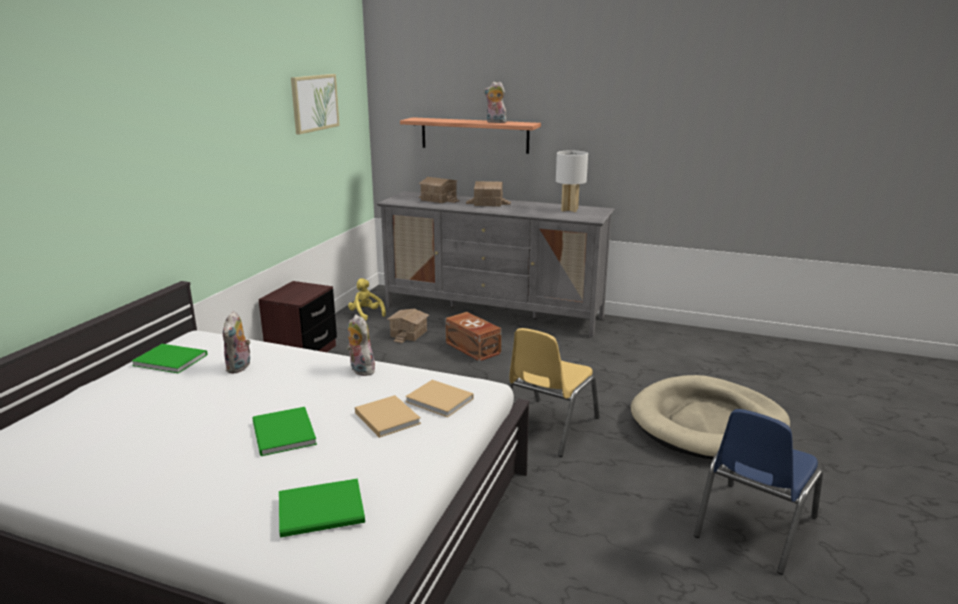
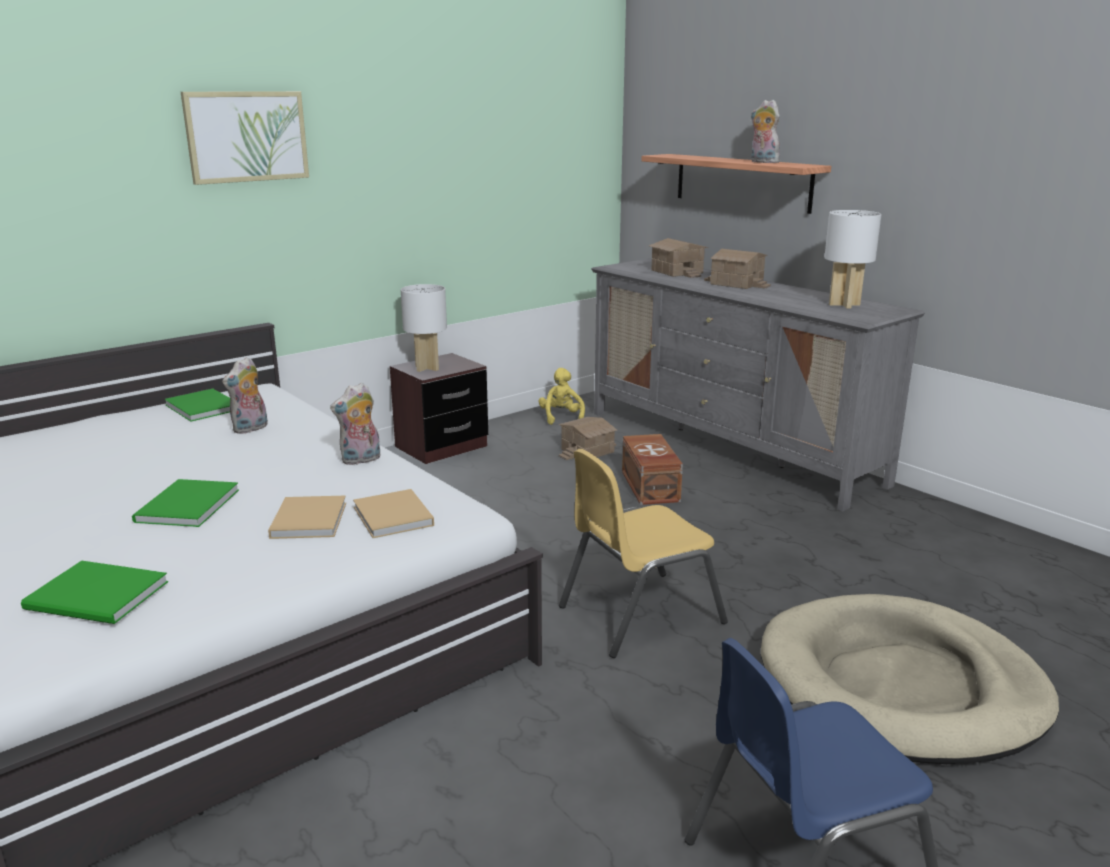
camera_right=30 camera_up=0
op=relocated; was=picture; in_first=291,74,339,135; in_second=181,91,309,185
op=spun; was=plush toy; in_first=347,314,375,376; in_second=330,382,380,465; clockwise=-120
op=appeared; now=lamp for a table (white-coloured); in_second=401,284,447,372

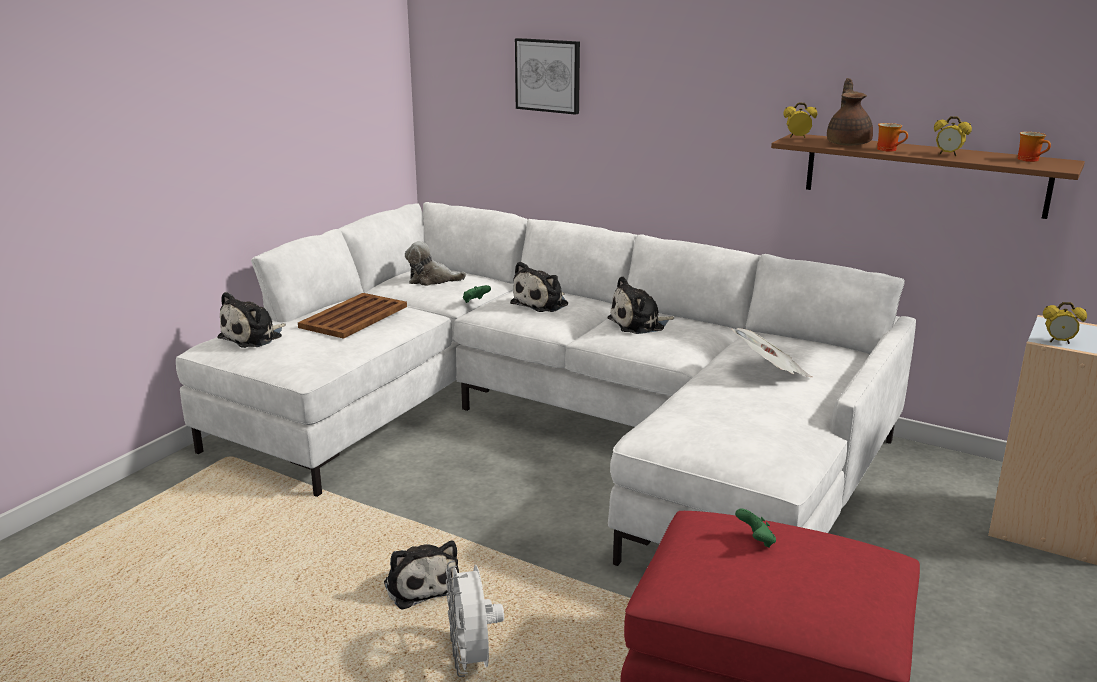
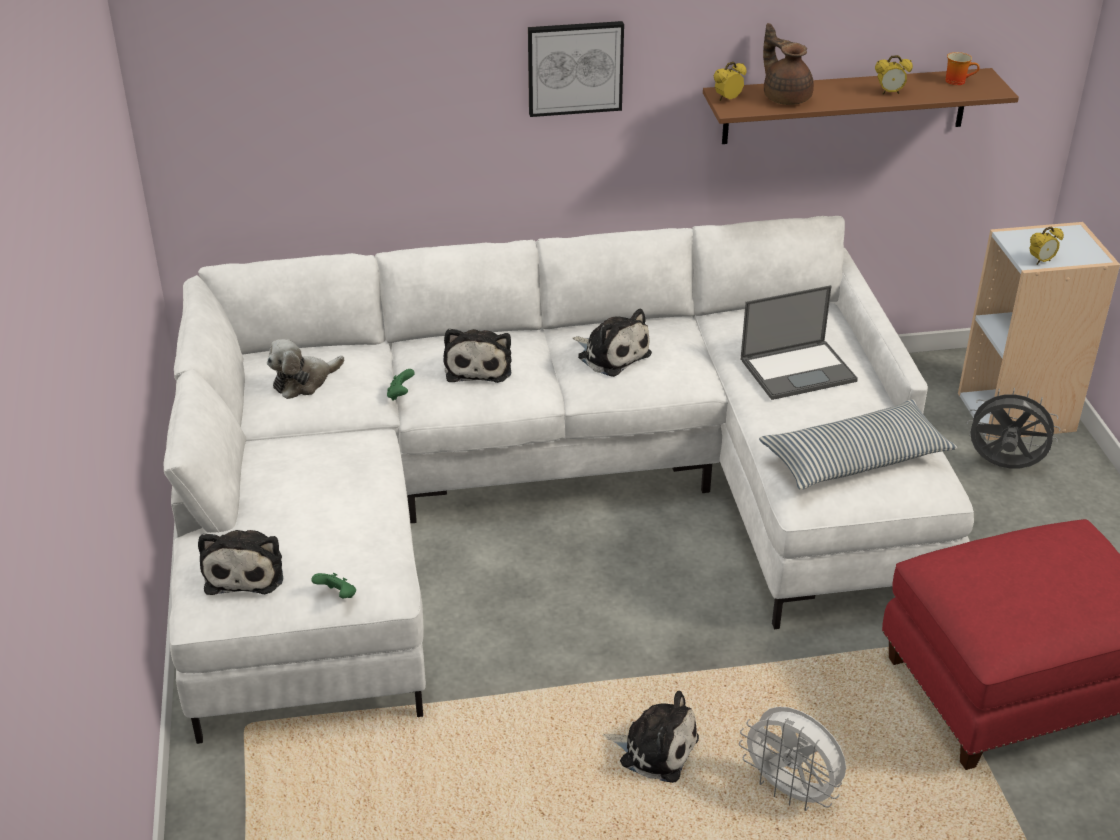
camera_right=-40 camera_up=15
op=relocated; was=game controller (green); in_first=735,509,776,548; in_second=311,573,356,598
op=relocated; was=picture; in_first=515,38,580,115; in_second=528,21,624,117
op=spun; was=plush toy; in_first=607,276,674,334; in_second=573,309,652,377; clockwise=-75
op=exchanged; was=printed paper; now=notebook computer; in_first=731,328,813,377; in_second=741,285,858,400
op=appeared; now=throw pillow; in_second=759,399,958,490
op=appeared; now=fan (grey); in_second=967,388,1060,468
op=missing; was=carrying tray (brown-coloured); in_first=298,293,407,339
op=missing; was=coffee mug; in_first=877,123,908,152

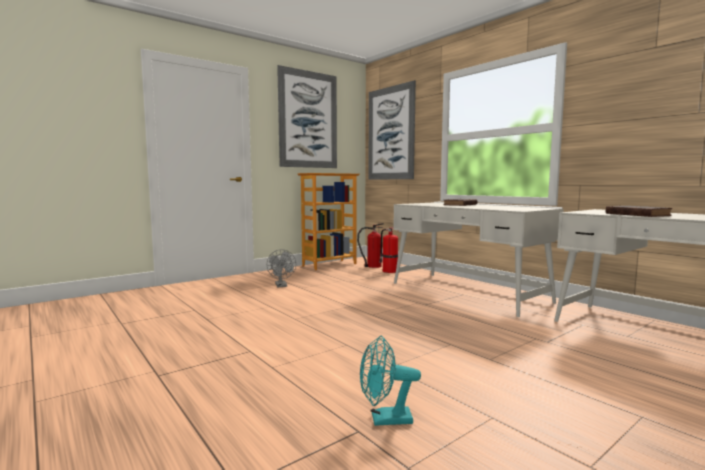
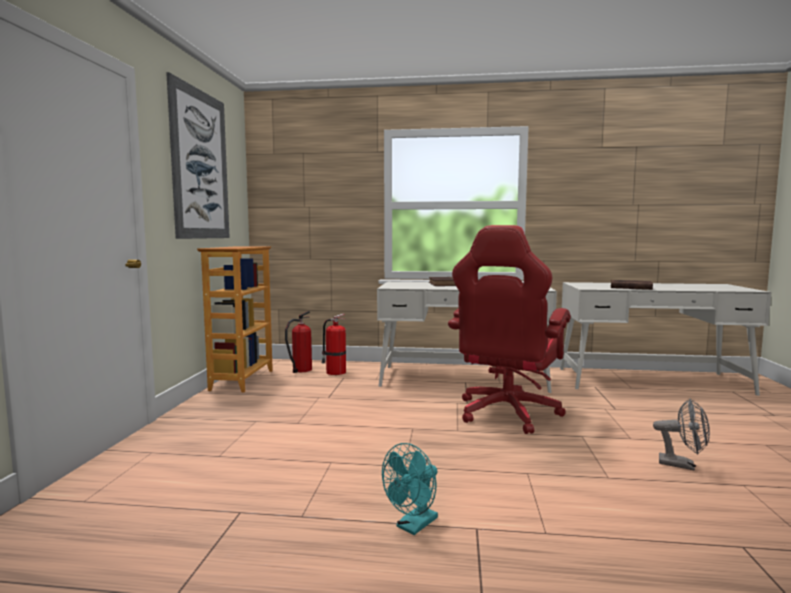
camera_right=-45 camera_up=0
op=relocated; was=fan (turquoise); in_first=360,336,421,426; in_second=382,443,438,535
op=appeared; now=desk chair (red); in_second=448,225,571,434
op=relocated; was=fan (grey); in_first=267,250,296,287; in_second=653,398,710,471
op=missing; was=picture; in_first=368,80,416,180

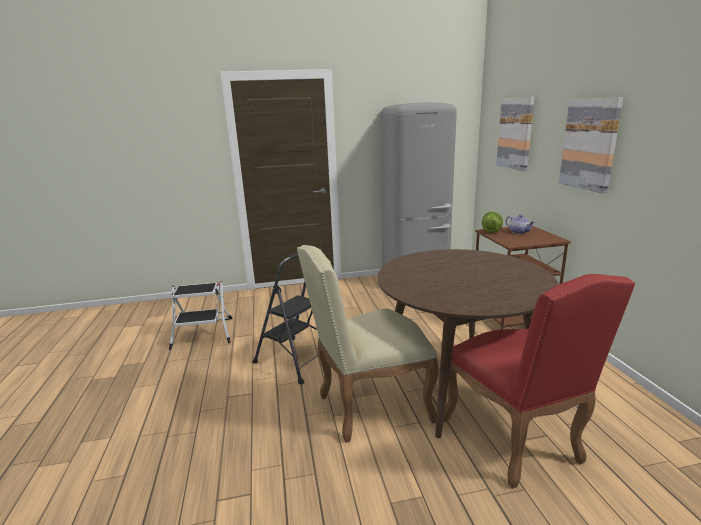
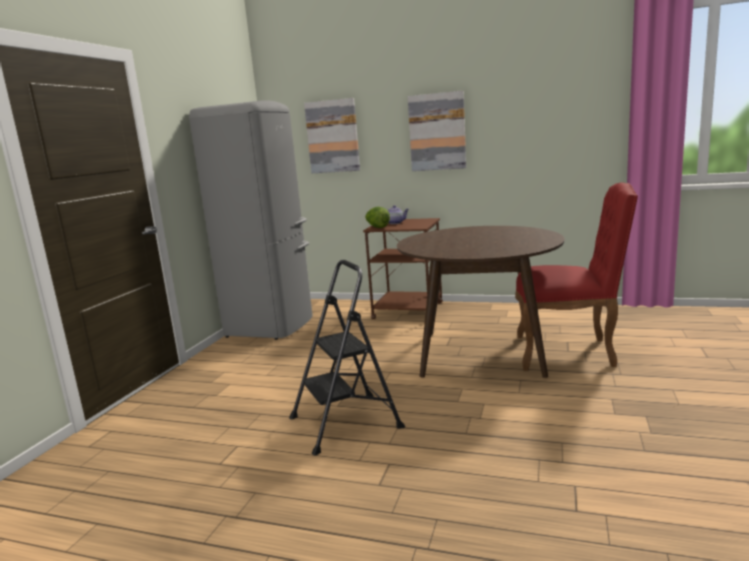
camera_right=-60 camera_up=-5
op=missing; was=step ladder; in_first=169,281,233,350
op=missing; was=upright chair (sand-coloured); in_first=297,245,438,443

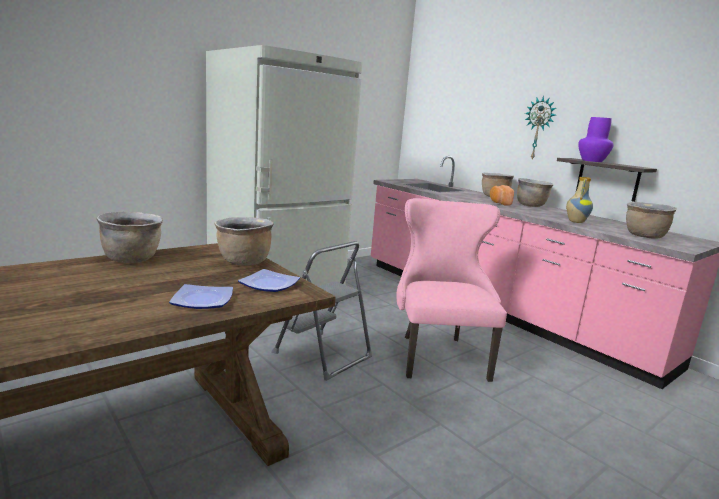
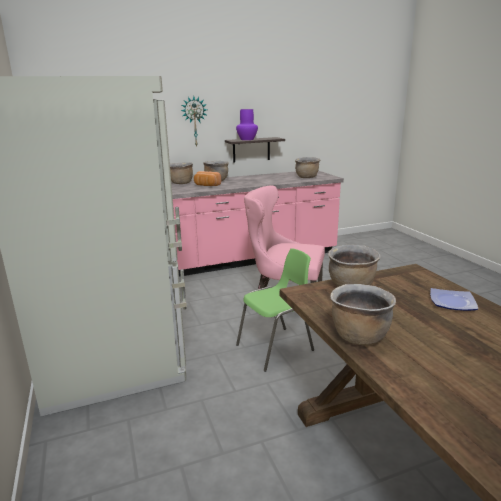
camera_right=-70 camera_up=5
op=exchanged; was=step ladder (grey); now=upright chair (green); in_first=271,241,372,381; in_second=236,248,314,372
op=missing; was=plate; in_first=238,269,300,292
op=missing; was=decorative vase; in_first=566,177,593,223

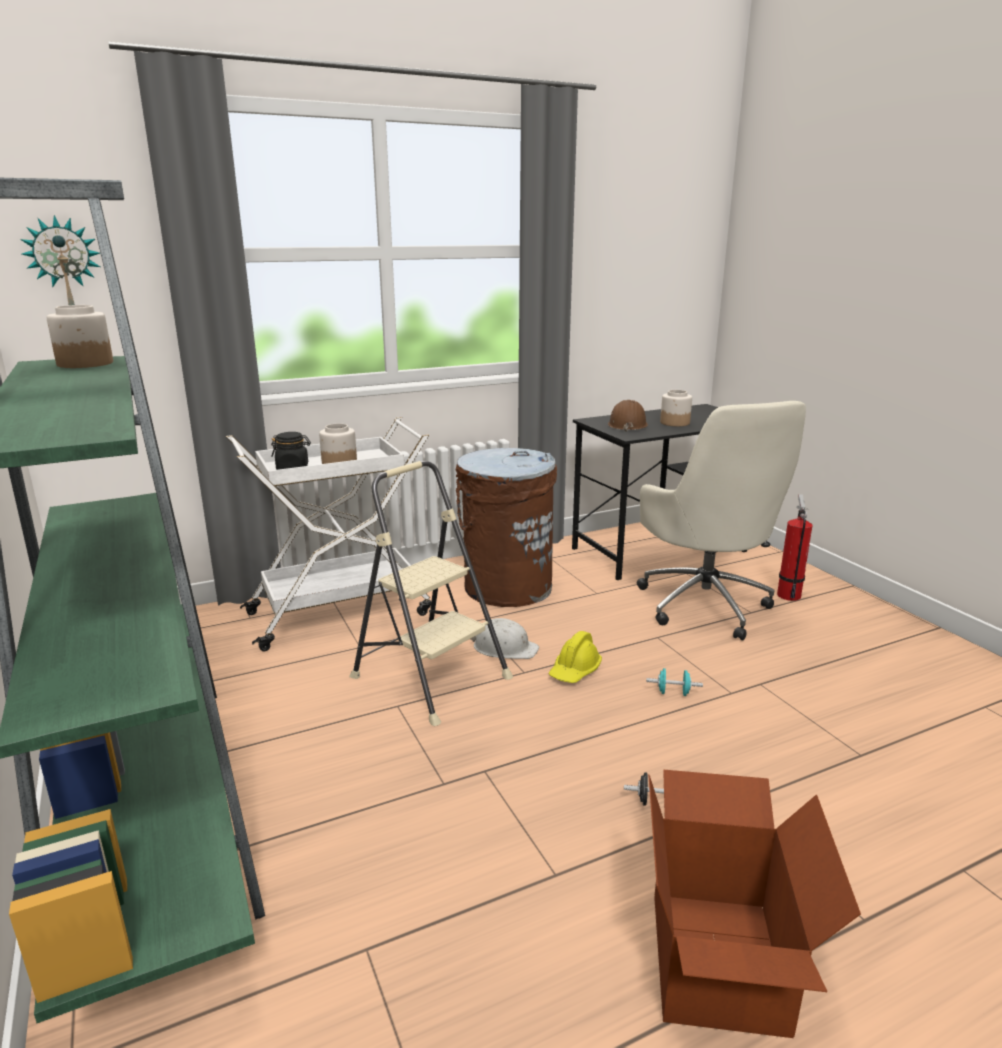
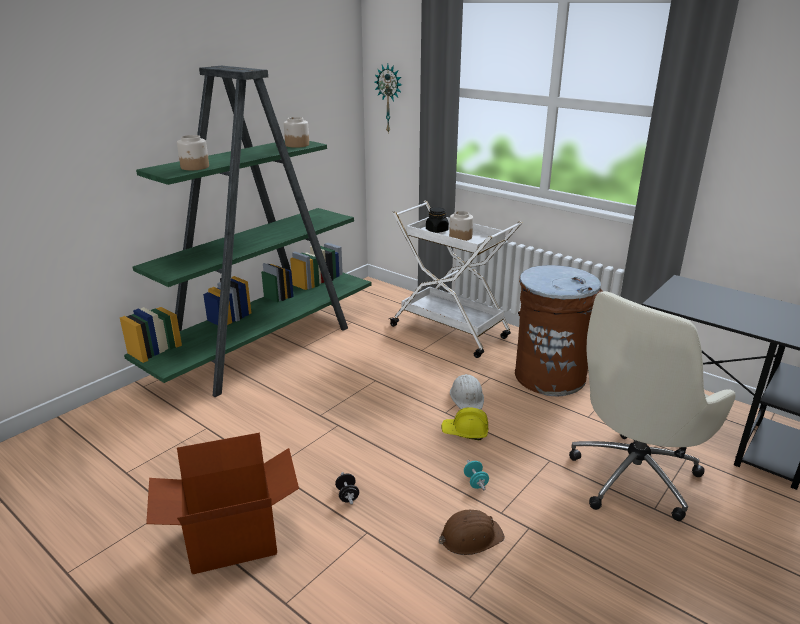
camera_right=65 camera_up=5
op=relocated; was=preserve jar; in_first=660,390,692,426; in_second=177,135,209,170
op=relocated; was=safety helmet (brown-coloured); in_first=608,400,648,432; in_second=439,510,505,555
op=missing; was=step ladder (sand-coloured); in_first=349,461,513,726
op=missing; was=fire extinguisher; in_first=777,494,813,601

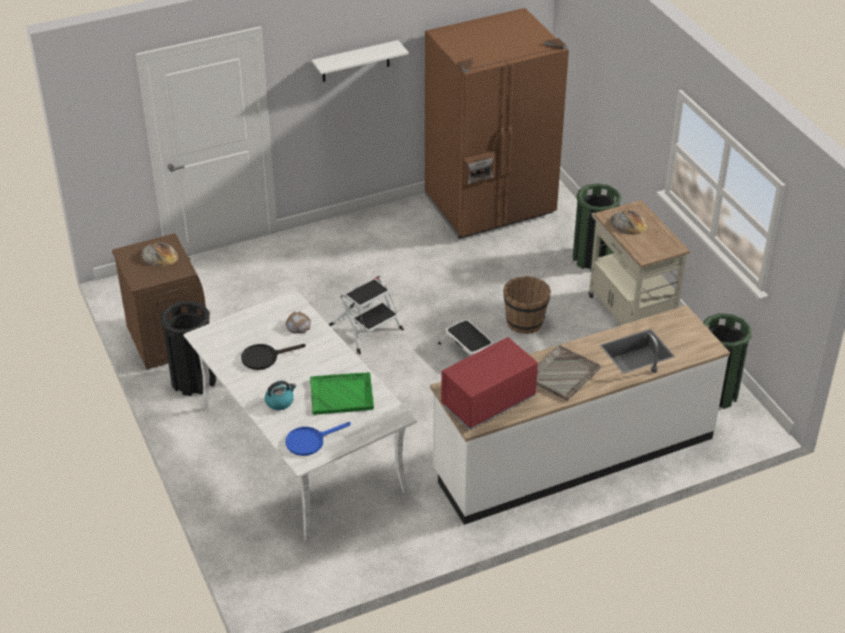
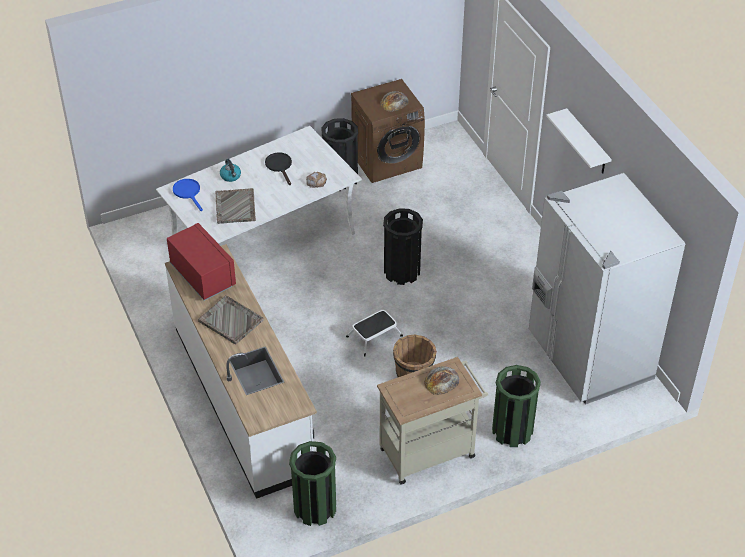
camera_right=90 camera_up=5
op=colour; was=carrying tray (green); now=carrying tray (grey); in_first=310,372,374,415; in_second=215,188,256,224
op=exchanged; was=step ladder; now=trash can (blackish); in_first=329,276,404,354; in_second=383,208,423,285
op=colour; was=refrigerator (brown-coloured); now=refrigerator (white-coloured); in_first=425,8,569,239; in_second=529,173,685,405

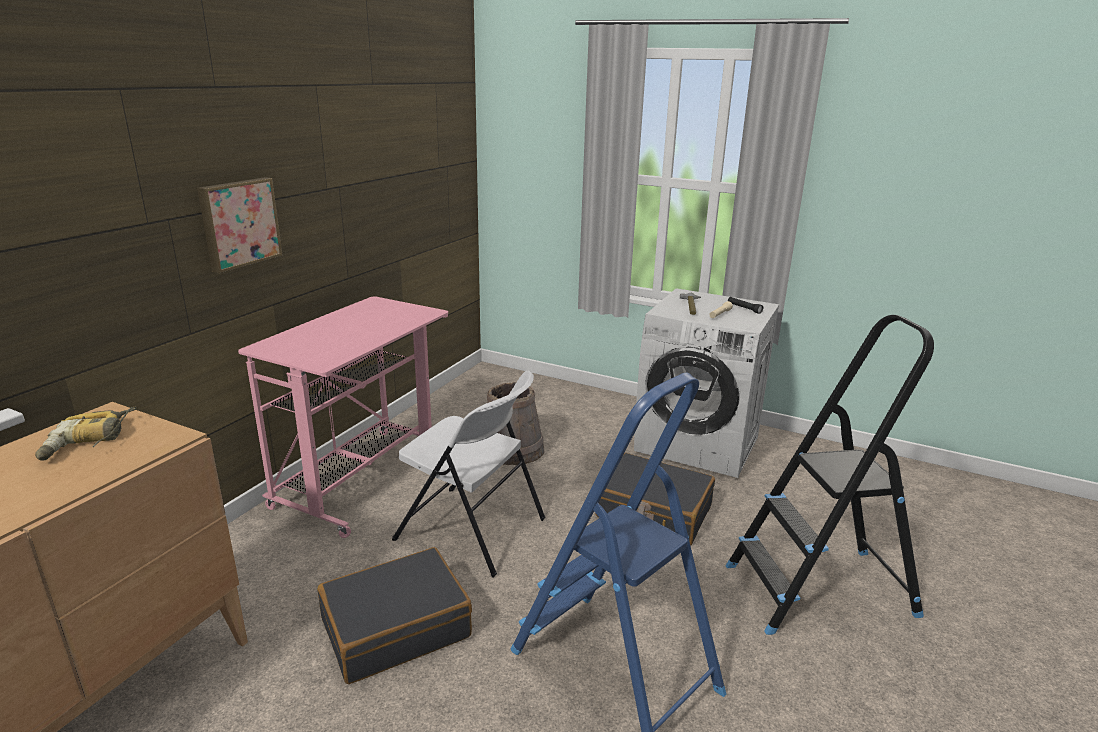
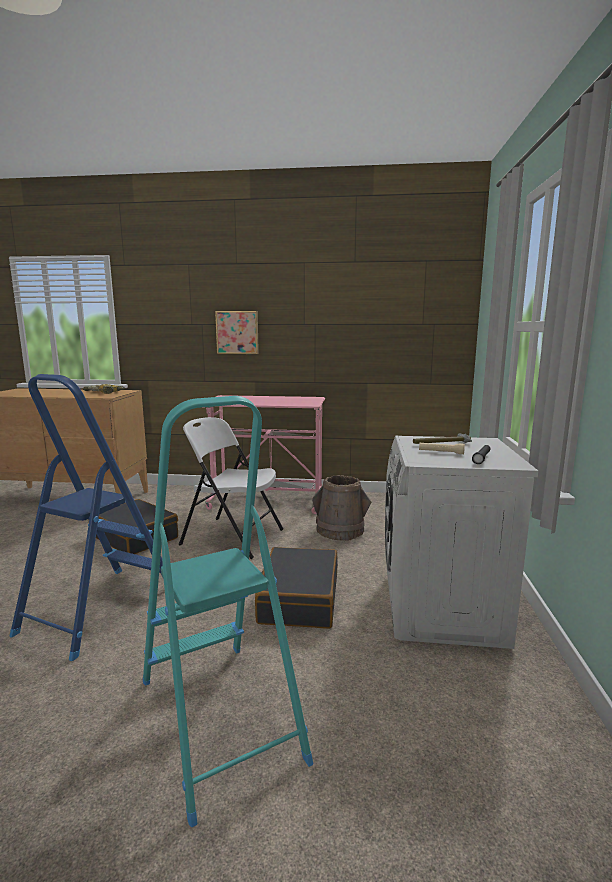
camera_right=70 camera_up=-10
op=colour; was=step ladder (blackish); now=step ladder (turquoise); in_first=726,315,934,635; in_second=143,396,313,827
op=spun; was=upright chair (white-coloured); in_first=392,370,545,578; in_second=179,417,284,559; clockwise=105

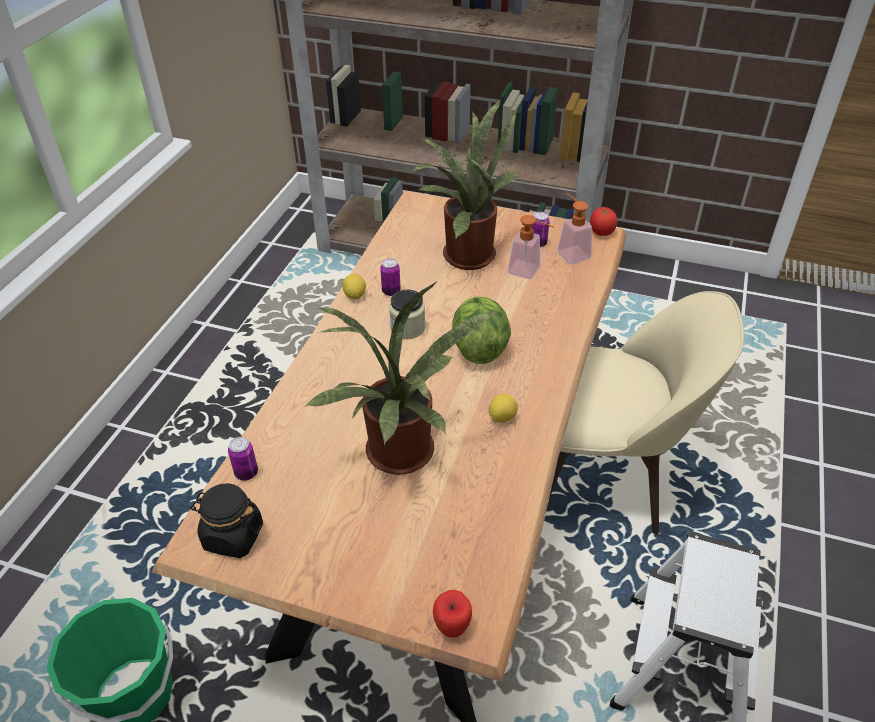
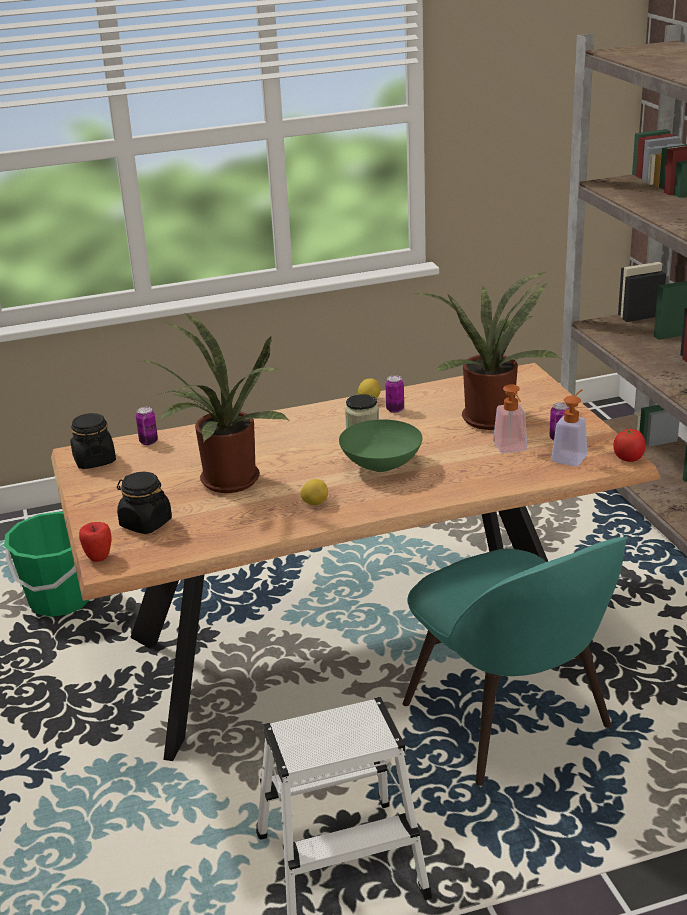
camera_right=55 camera_up=-15
op=appeared; now=preserve jar (blackish); in_second=117,472,172,534
op=exchanged; was=head of lettuce; now=deep dish (green); in_first=452,296,511,364; in_second=339,419,423,472
op=colour; was=upright chair (sand-coloured); now=upright chair (turquoise); in_first=549,291,744,535; in_second=403,537,628,786

